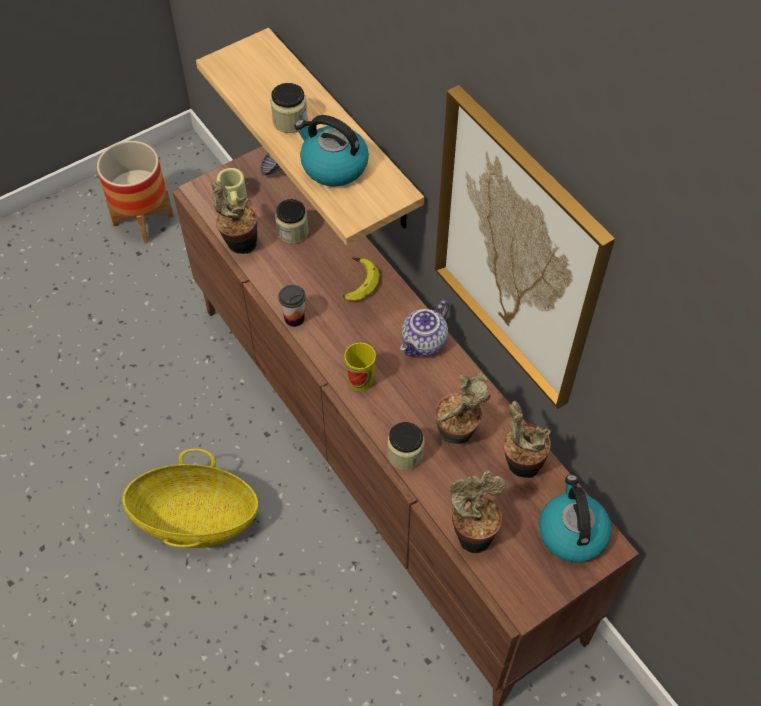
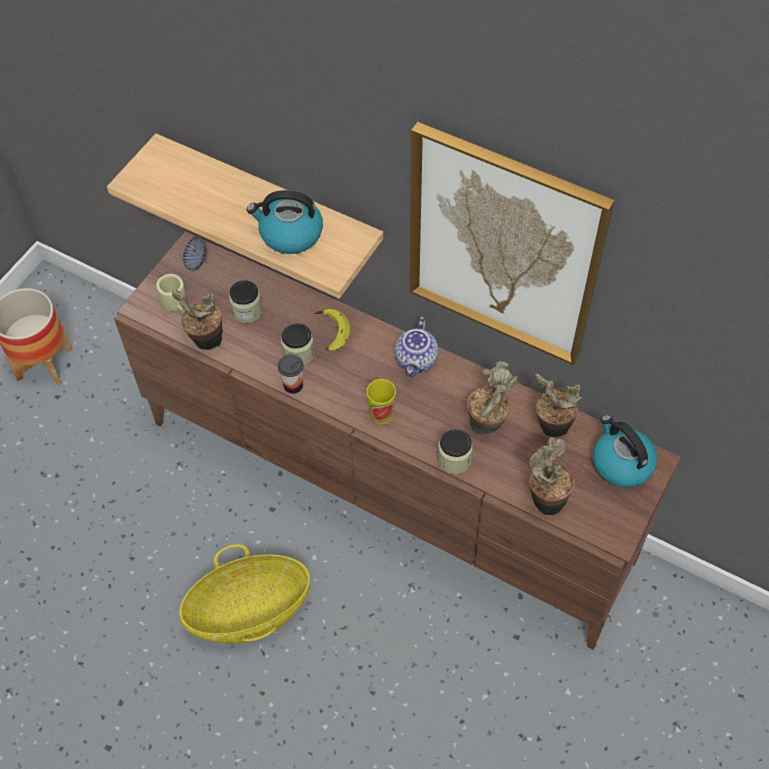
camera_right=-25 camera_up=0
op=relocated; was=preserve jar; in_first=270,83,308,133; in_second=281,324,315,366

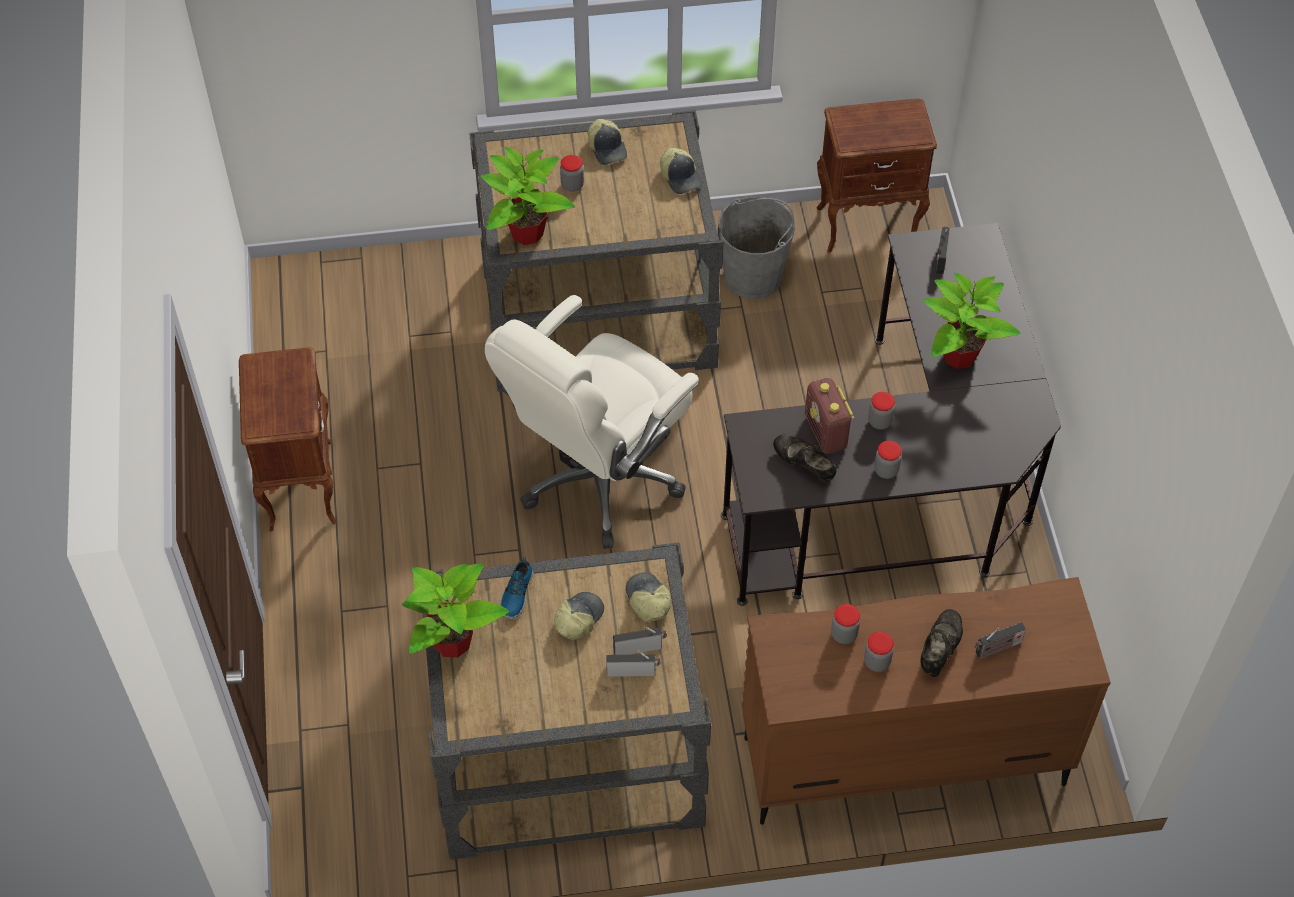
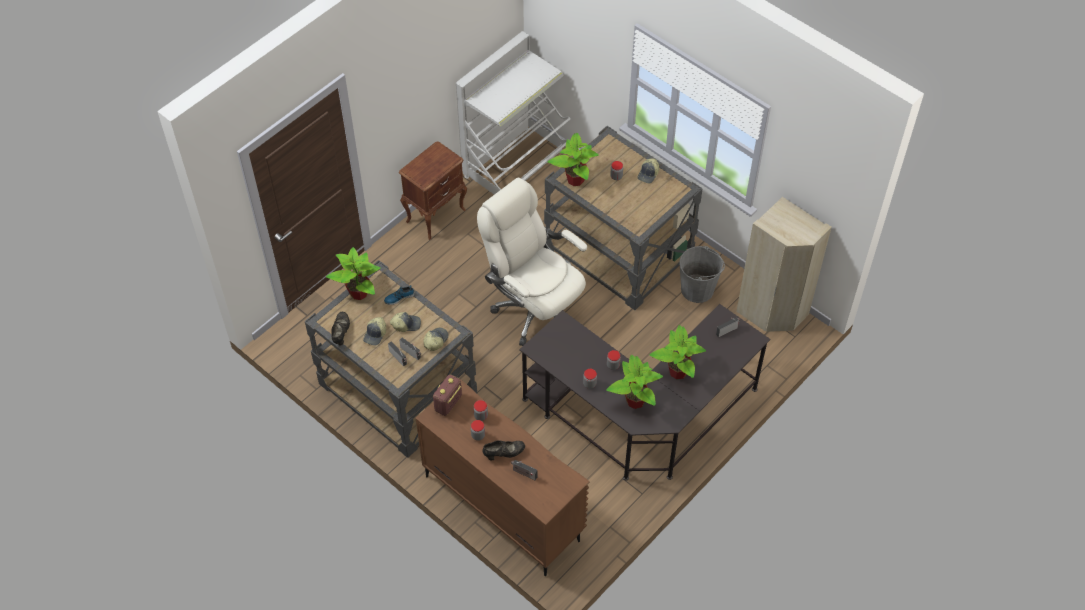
camera_right=50 camera_up=0
op=relocated; was=item of footwear (blackish); in_first=773,435,836,482; in_second=331,312,350,345
op=relocated; was=cap; in_first=660,148,702,194; in_second=363,317,386,346
op=relocated; was=radio; in_first=805,378,854,453; in_second=433,375,462,416
op=appeared; now=shoe rack (white-coloured); in_second=456,31,571,195
op=spun; was=desk chair (white-coloured); in_first=485,295,699,549; in_second=477,178,587,346; clockwise=45
op=appeared; now=potted plant; in_second=606,355,663,409
op=exchanged; was=night table (brown-coloured); now=cupboard (sand-coloured); in_first=816,98,937,253; in_second=736,197,832,332

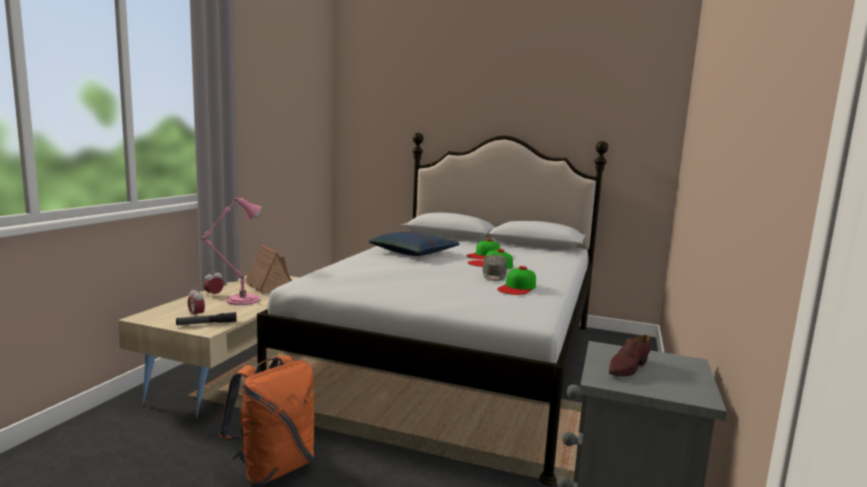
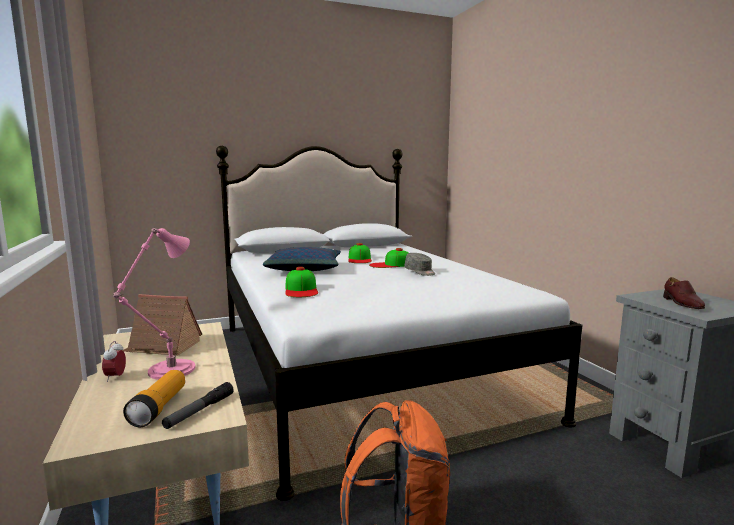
camera_right=-40 camera_up=0
op=exchanged; was=table clock; now=flashlight; in_first=188,288,205,316; in_second=123,370,185,427
op=relocated; was=cap; in_first=497,266,536,295; in_second=285,267,318,297

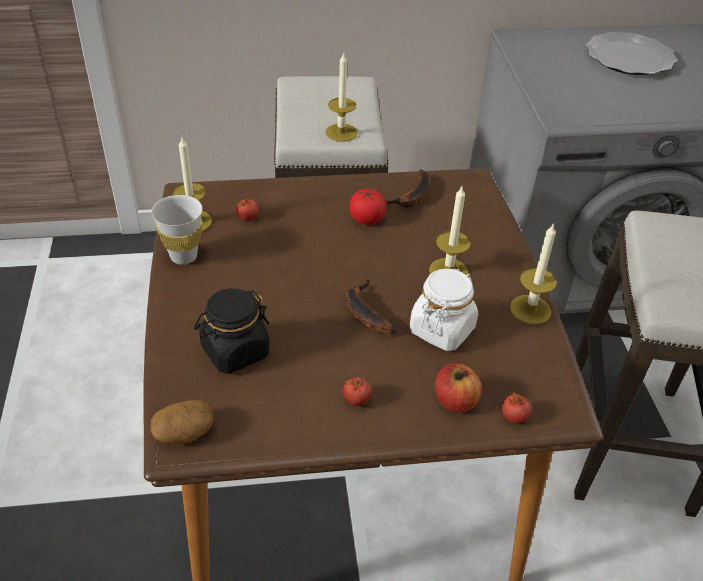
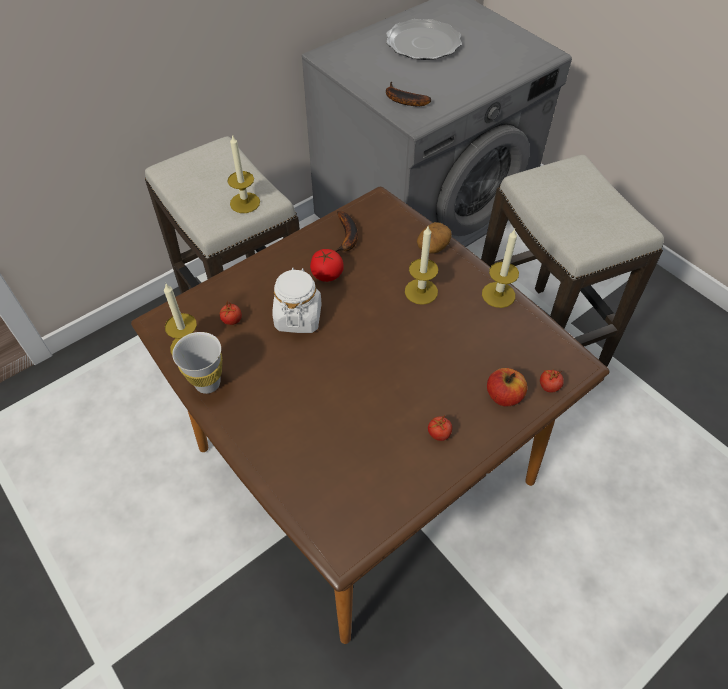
camera_right=-30 camera_up=10
op=relocated; was=preserve jar (white-coloured); in_first=410,269,478,351; in_second=273,268,322,333
op=relocated; was=banana; in_first=346,279,396,334; in_second=386,82,431,106
op=relocated; was=whole potato; in_first=150,400,214,444; in_second=417,222,452,254
op=missing; was=preserve jar (blackish); in_first=194,288,270,374

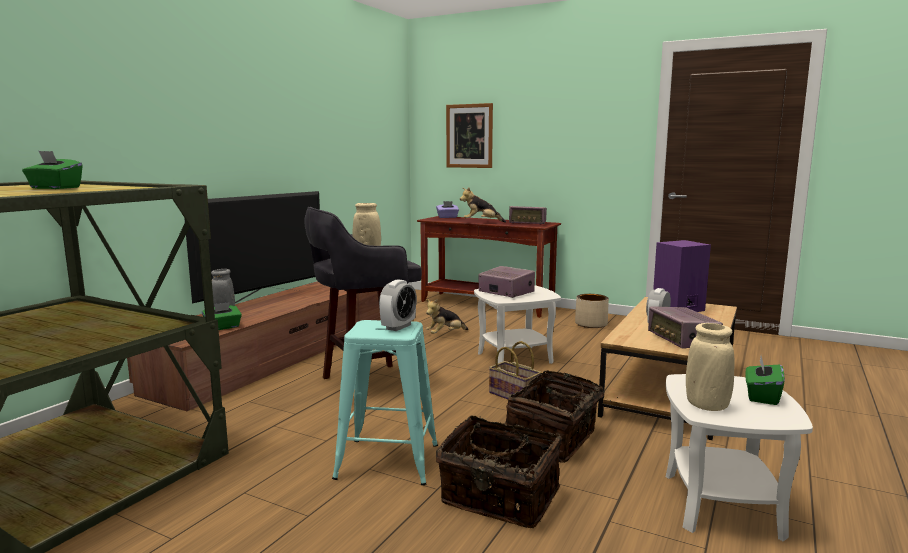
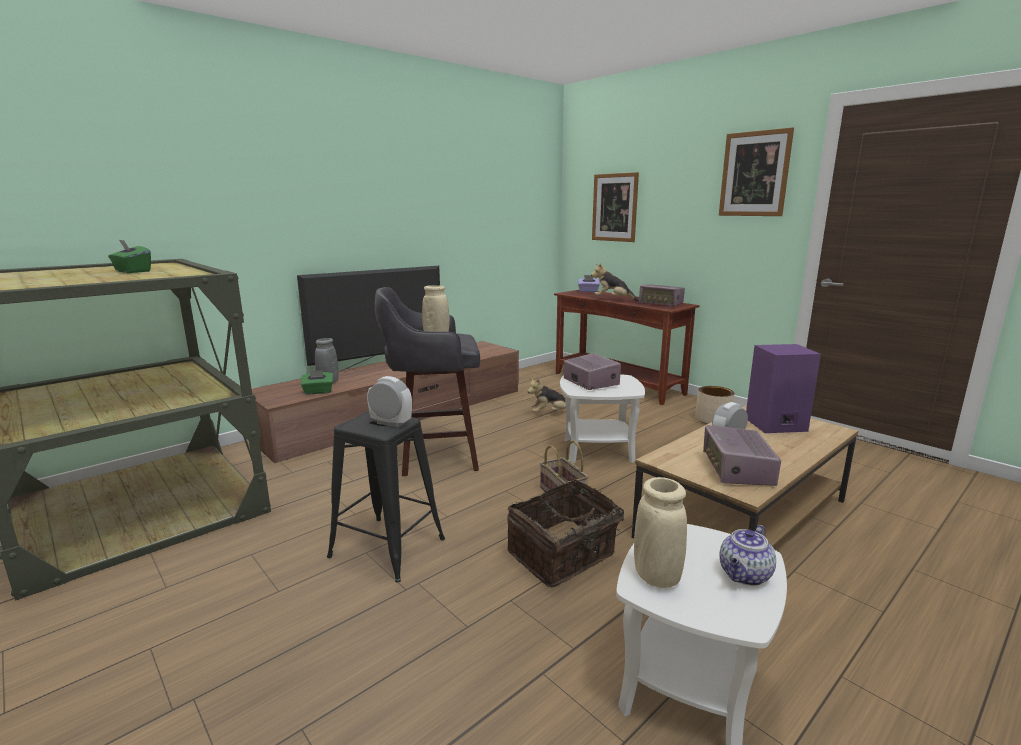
camera_right=20 camera_up=5
op=colour; was=stool seat (turquoise); now=stool seat (blackish); in_first=332,320,438,485; in_second=327,411,445,582
op=spun; was=table clock; in_first=379,279,417,331; in_second=367,376,412,427; clockwise=-120
op=appeared; now=picture; in_second=719,127,794,216
op=exchanged; was=tissue box (green); now=teapot; in_first=745,356,785,405; in_second=720,525,776,586
op=missing; was=basket; in_first=436,415,562,528

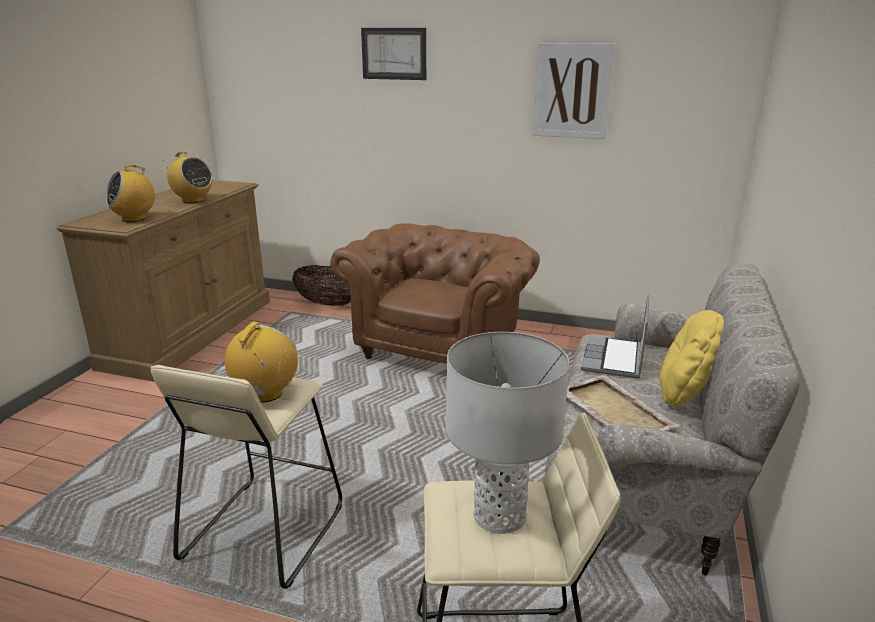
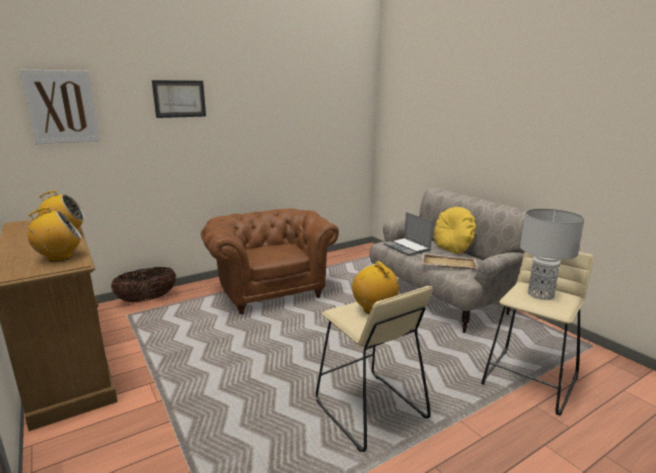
camera_right=-50 camera_up=-5
op=relocated; was=picture; in_first=533,43,615,139; in_second=20,69,100,144
op=spun; was=radio; in_first=105,165,155,222; in_second=23,207,82,262; clockwise=-120

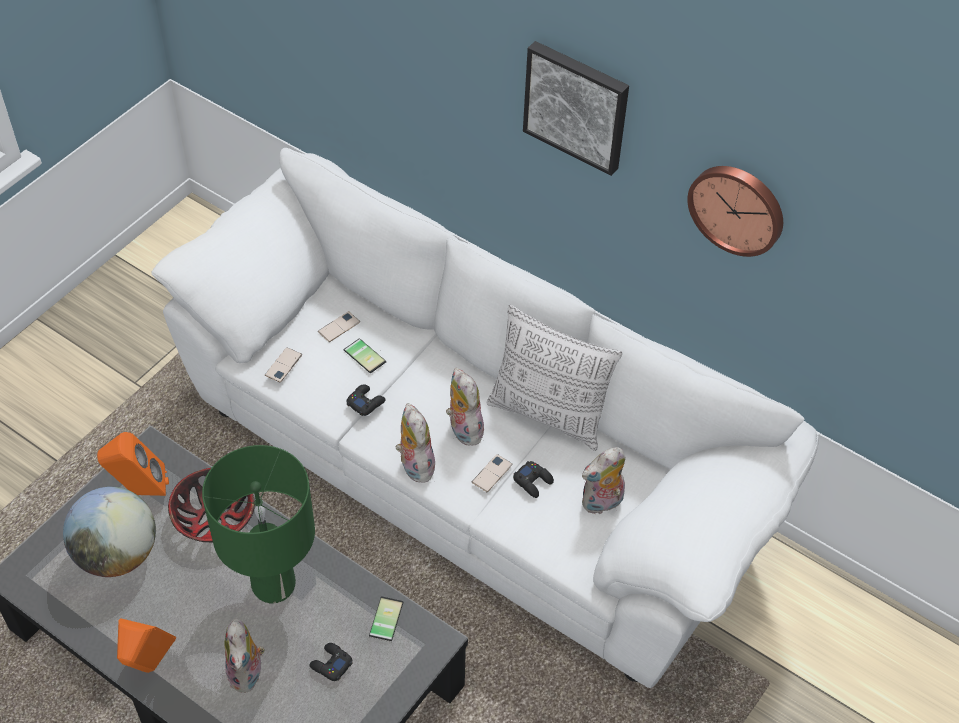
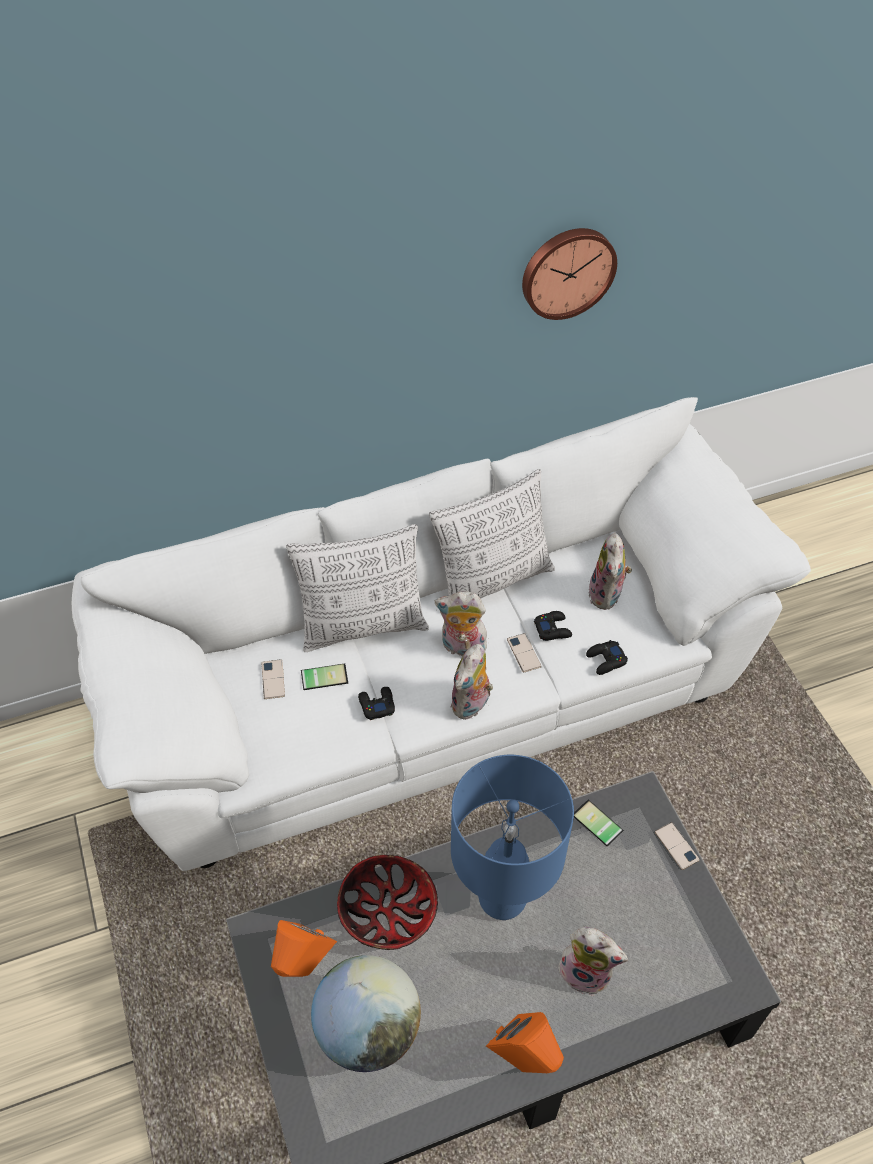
camera_right=-55 camera_up=0
op=appeared; now=throw pillow; in_second=286,524,429,652
op=spun; was=plush toy; in_first=396,403,435,483; in_second=451,644,493,720; clockwise=-75
op=colour; was=lamp for a table (green); now=lamp for a table (blue-coloured); in_first=202,445,315,603; in_second=451,755,574,920
op=relocated; was=game controller (blackish); in_first=309,643,353,681; in_second=586,640,628,675
op=relocated; was=phone; in_first=265,347,302,383; in_second=655,822,700,870
op=missing; was=picture; in_first=523,41,629,176

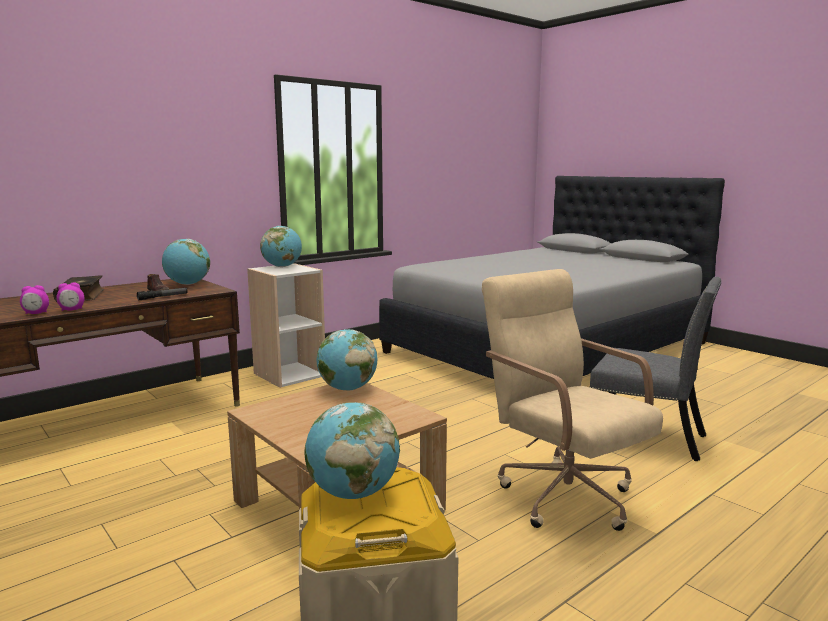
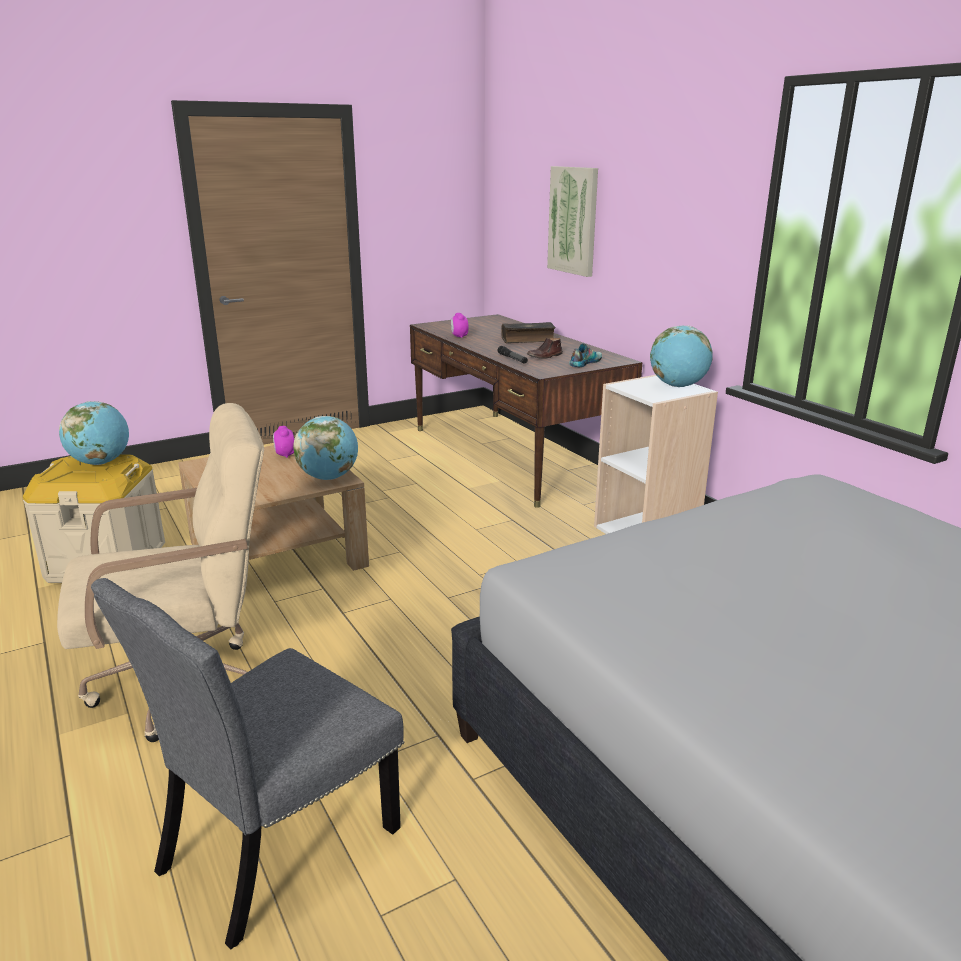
camera_right=100 camera_up=10
op=relocated; was=table clock; in_first=56,282,84,311; in_second=273,426,294,458
op=appeared; now=picture; in_second=547,166,598,277
op=exchanged; was=world globe; now=item of footwear; in_first=162,239,210,285; in_second=569,343,602,367

